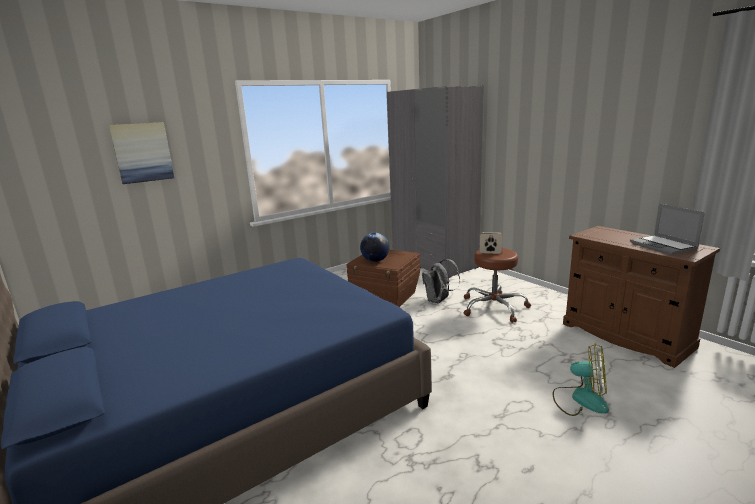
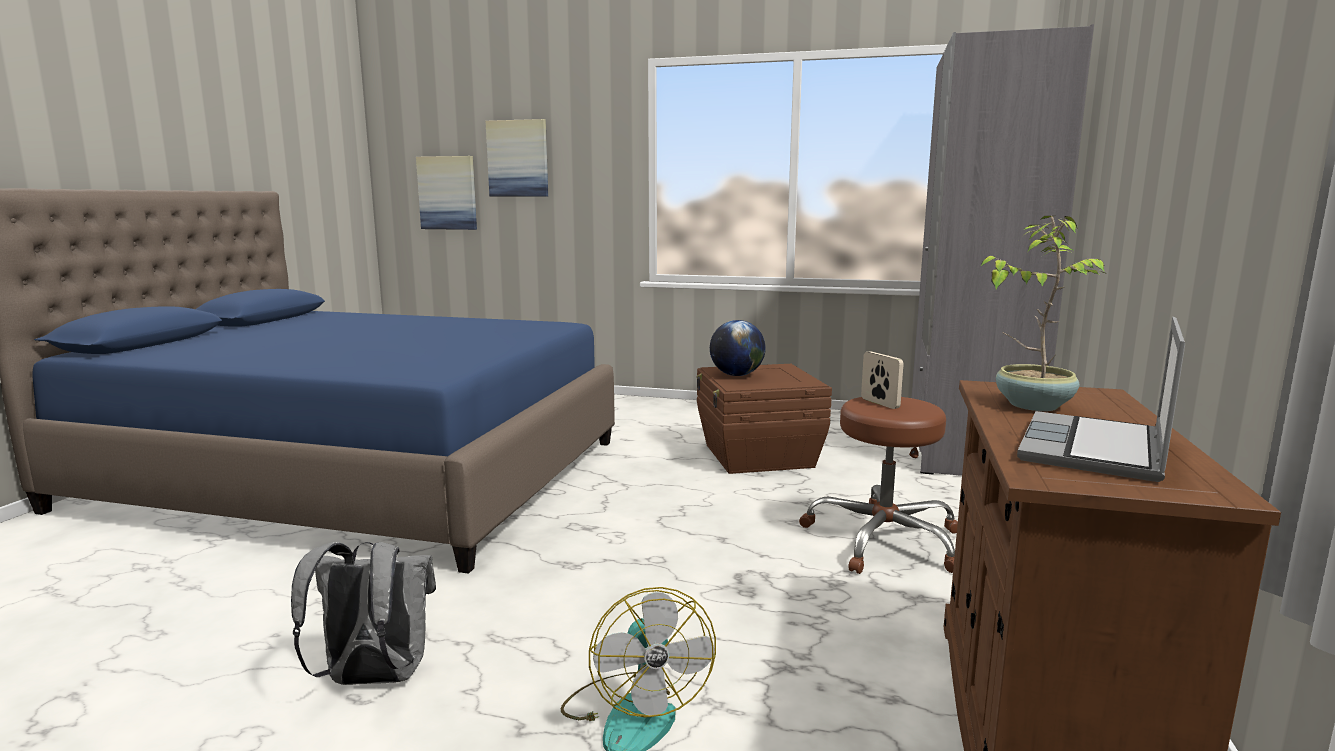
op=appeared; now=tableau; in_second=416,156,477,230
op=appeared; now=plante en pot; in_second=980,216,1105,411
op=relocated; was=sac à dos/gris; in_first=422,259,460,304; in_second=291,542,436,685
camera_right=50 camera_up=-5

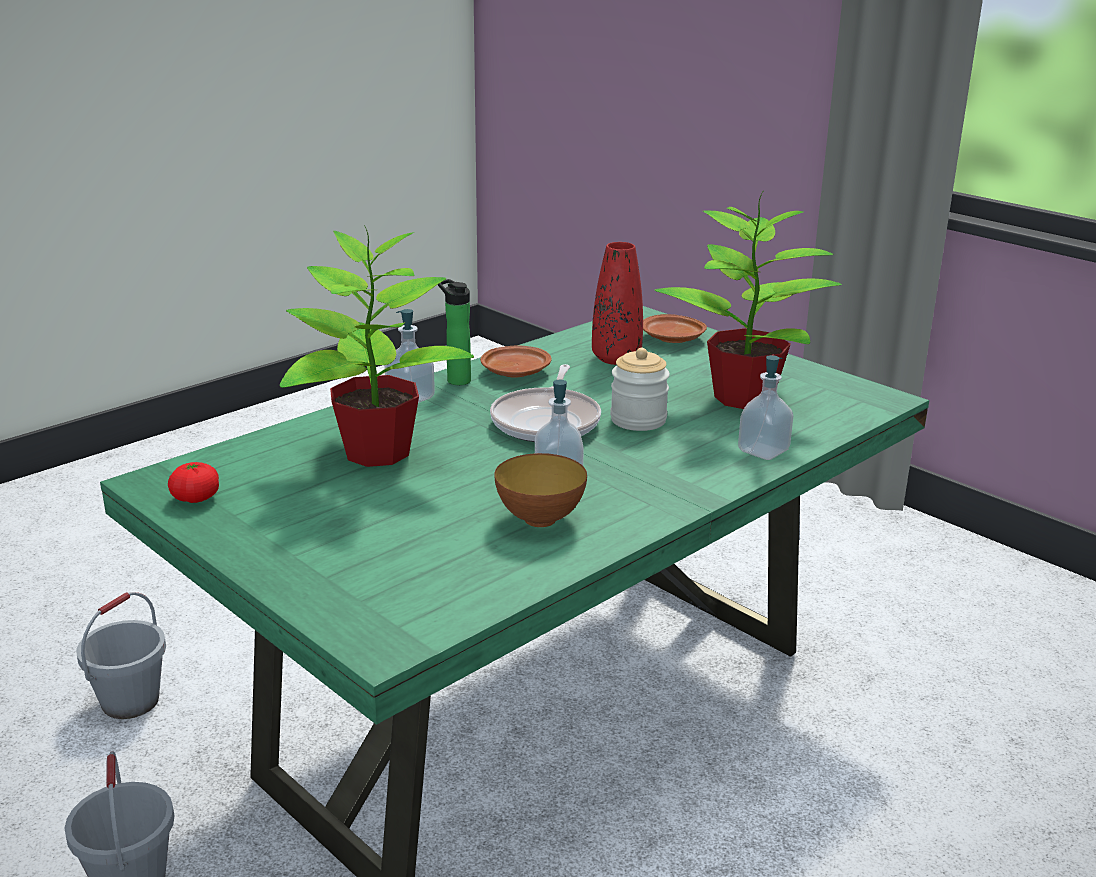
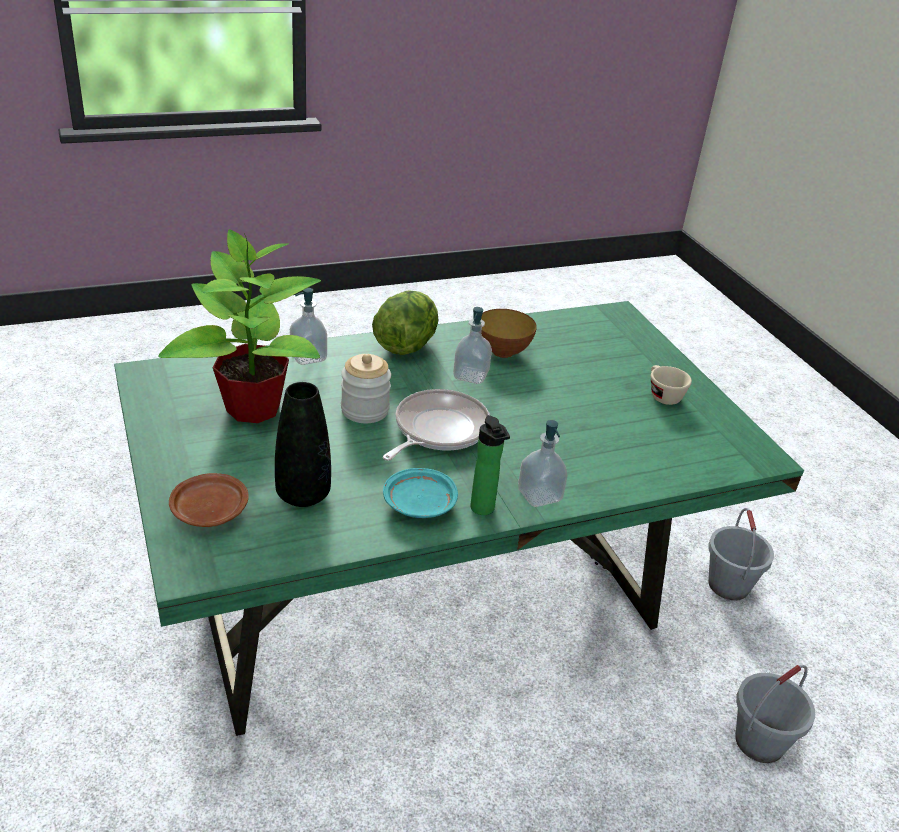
op=missing; was=tomate; in_first=168,462,219,503
op=missing; was=plante en pot; in_first=280,225,474,467
op=appeared; now=laitue; in_second=372,290,438,355
op=appeared; now=tasse/beige; in_second=651,365,692,405
op=colour; was=assiette/marron; now=assiette/turquoise; in_first=480,346,551,378; in_second=383,468,458,518
op=colour; was=vase/rouge; now=vase/noir; in_first=592,242,643,365; in_second=275,382,331,507
camera_right=-160 camera_up=10

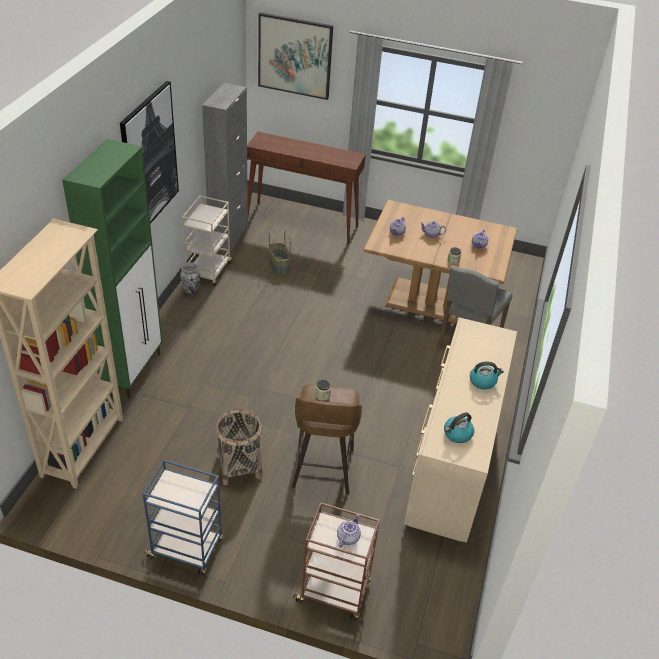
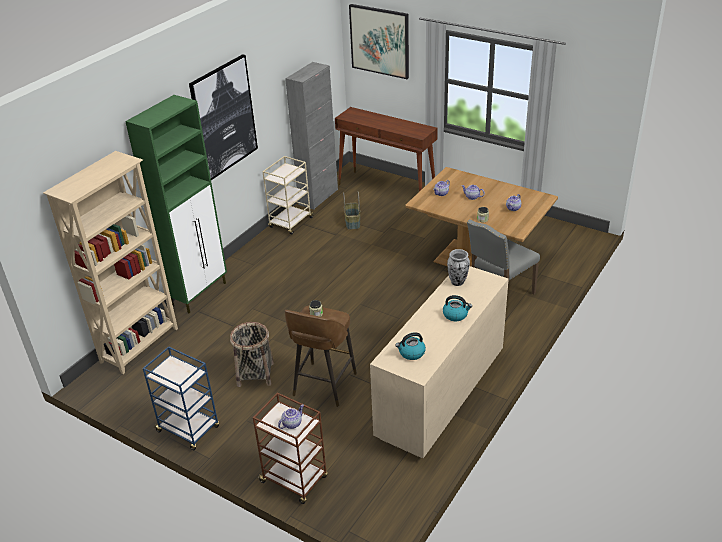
op=relocated; was=vase; in_first=180,262,200,295; in_second=447,249,470,286
camera_right=20 camera_up=-5

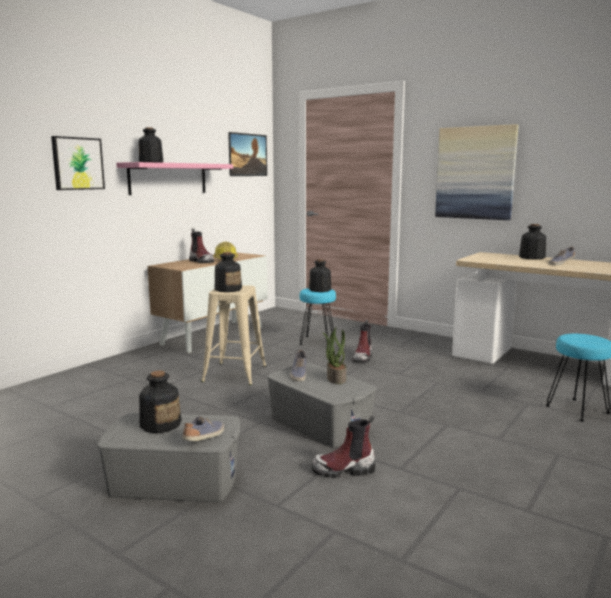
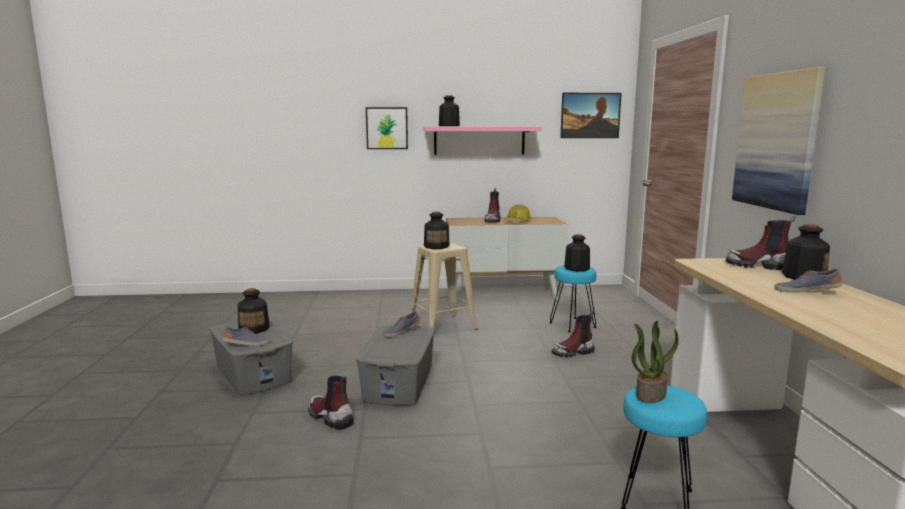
op=appeared; now=botte; in_second=726,216,796,270
op=relocated; was=plante en pot; in_first=323,327,346,384; in_second=632,321,679,403
camera_right=50 camera_up=0

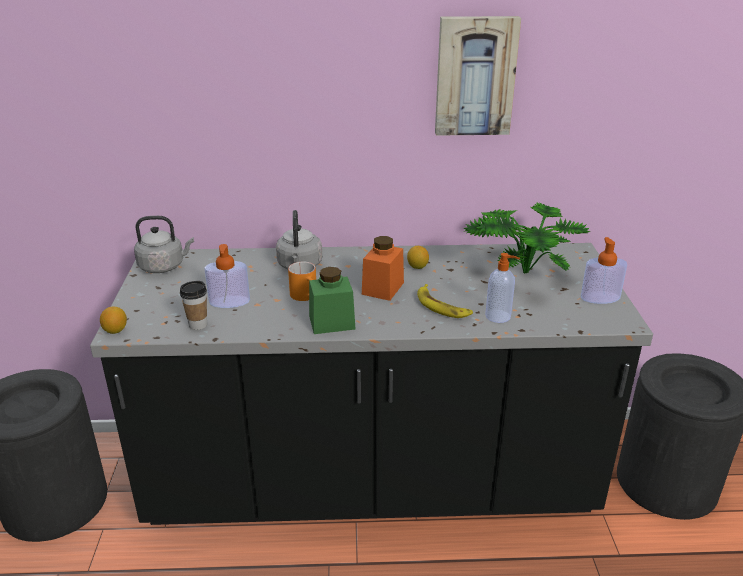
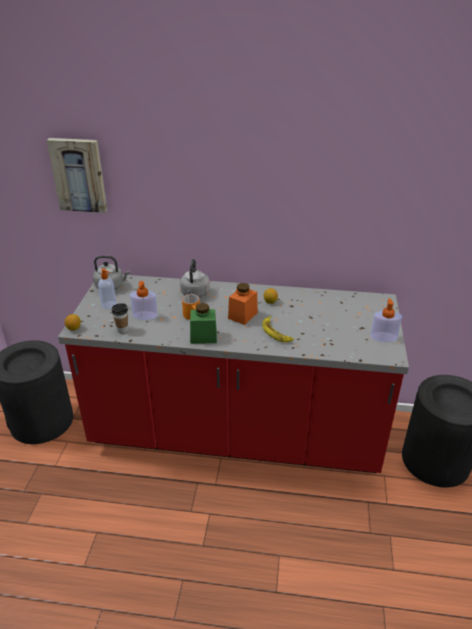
op=missing; was=plante en pot; in_first=463,202,590,274
op=relocated; was=tableau; in_first=435,16,521,136; in_second=46,138,107,213
op=relocated; was=distributeur de savon; in_first=485,253,520,323; in_second=98,269,117,309
op=colour; was=comptoir de cuisine/noir; now=comptoir de cuisine/rouge; in_first=90,243,653,525; in_second=58,275,409,473
camera_right=10 camera_up=5

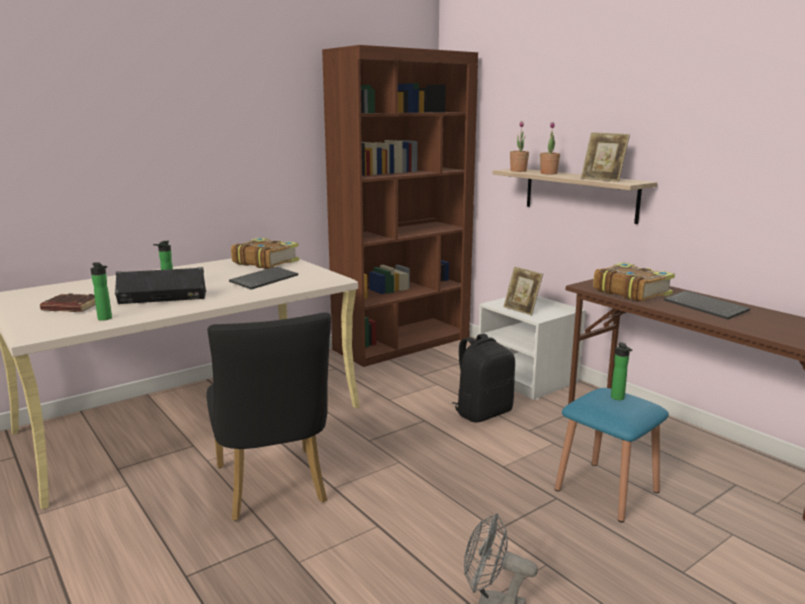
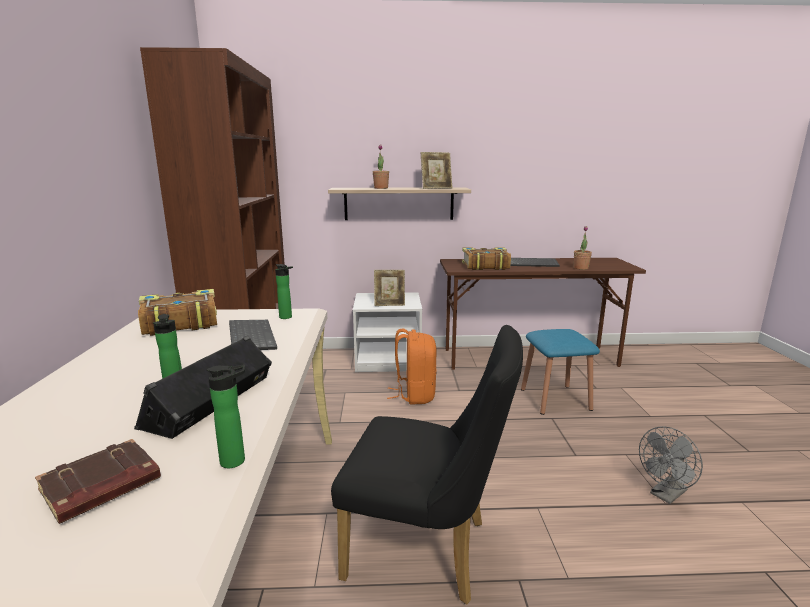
op=relocated; was=plante en pot; in_first=510,121,529,172; in_second=574,226,592,270
op=relocated; was=bouteille; in_first=611,342,632,400; in_second=275,264,293,319
op=colour; was=sac à dos/noir; now=sac à dos/orange; in_first=452,333,515,423; in_second=387,329,437,404
camera_right=-55 camera_up=0

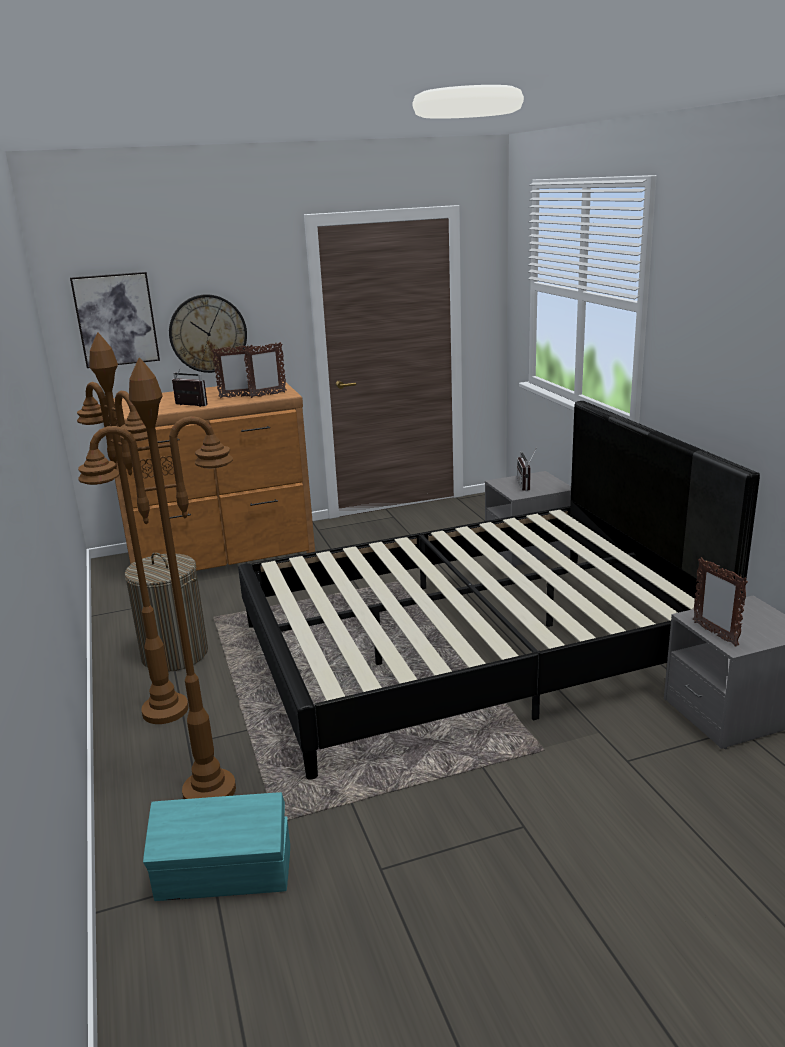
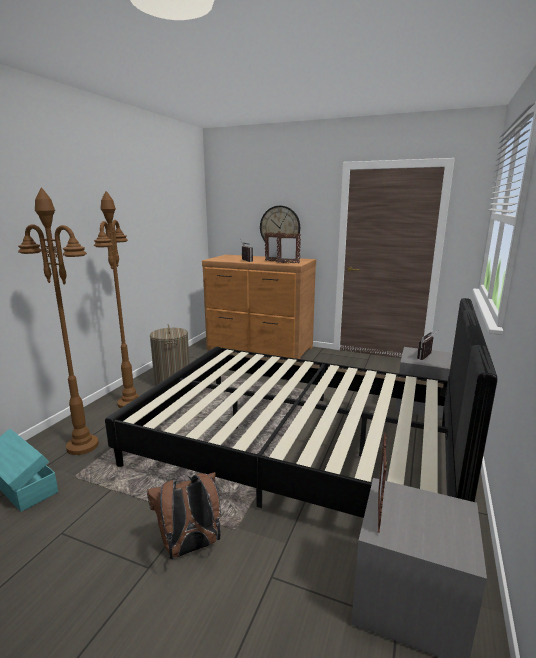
op=missing; was=tableau; in_first=70,272,160,368
op=appeared; now=sac à dos/marron; in_second=147,472,221,559
camera_right=40 camera_up=-5

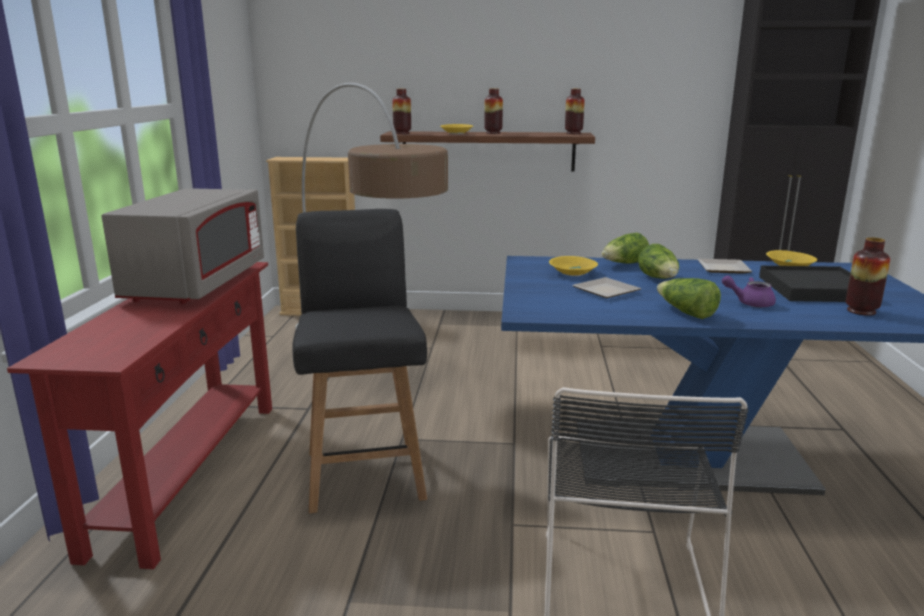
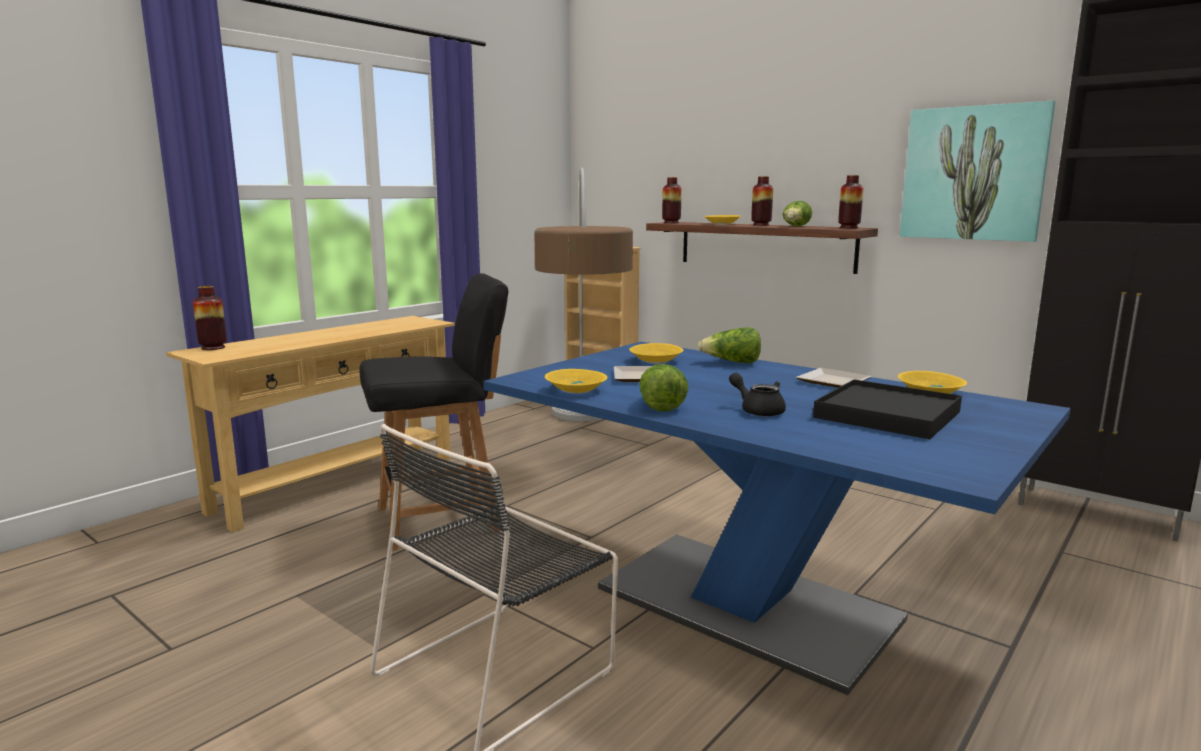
op=missing; was=micro-ondes/gris; in_first=102,188,264,304
op=appeared; now=bol/jaune; in_second=545,369,608,394
op=appeared; now=tableau; in_second=899,101,1055,242
op=relocated; was=laitue; in_first=638,244,679,279; in_second=783,201,812,226
op=relocated; was=vase; in_first=846,237,890,316; in_second=193,286,227,350
op=colour; was=table console/rouge; now=table console/beige; in_first=7,262,272,569; in_second=166,316,455,532
op=colour; was=théière/violet; now=théière/noir; in_first=722,275,776,308; in_second=729,373,786,417
op=spun; was=chaise/noir; in_first=292,209,427,513; in_second=360,273,508,551; clockwise=45
camera_right=35 camera_up=-5

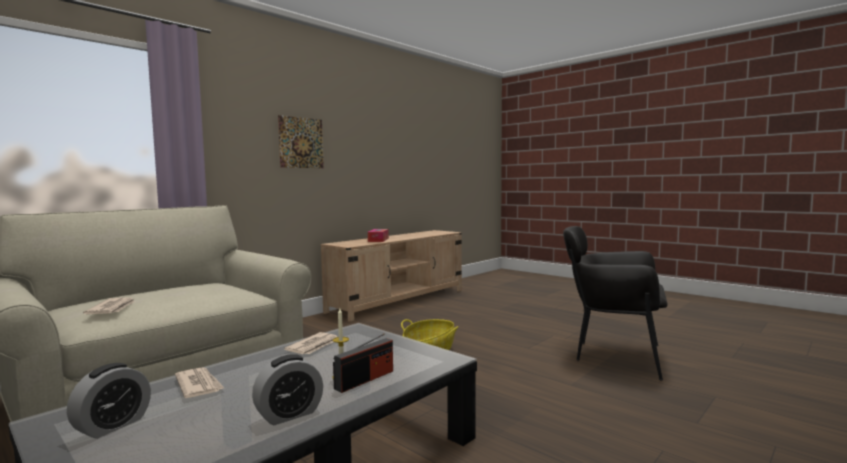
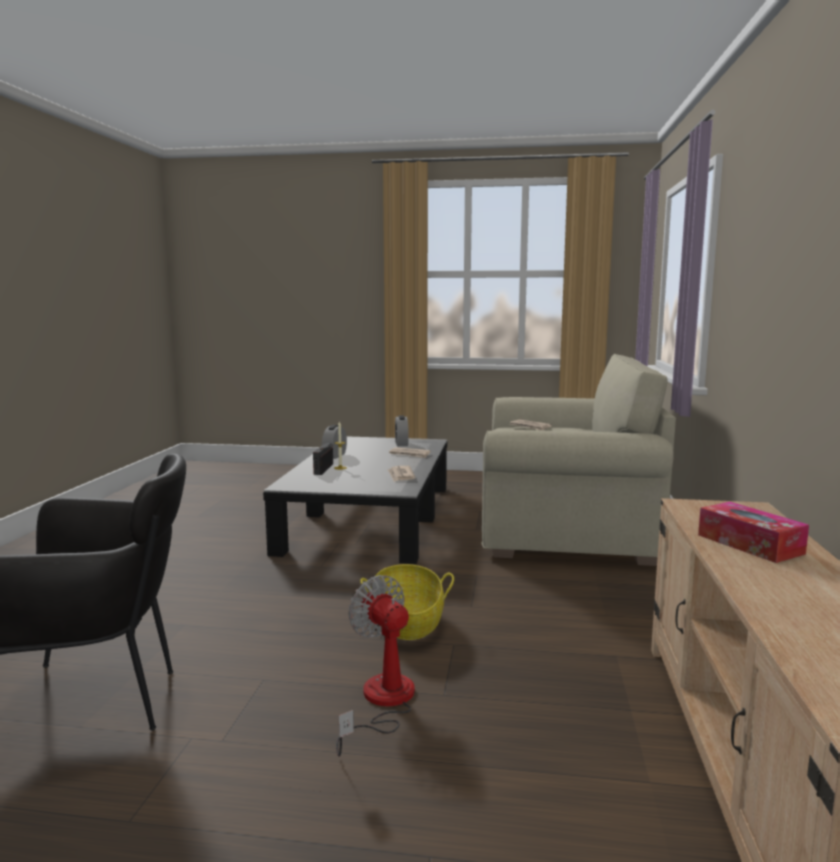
op=missing; was=tableau; in_first=278,115,324,168
op=appeared; now=ventilateur; in_second=336,575,415,757
camera_right=145 camera_up=5

